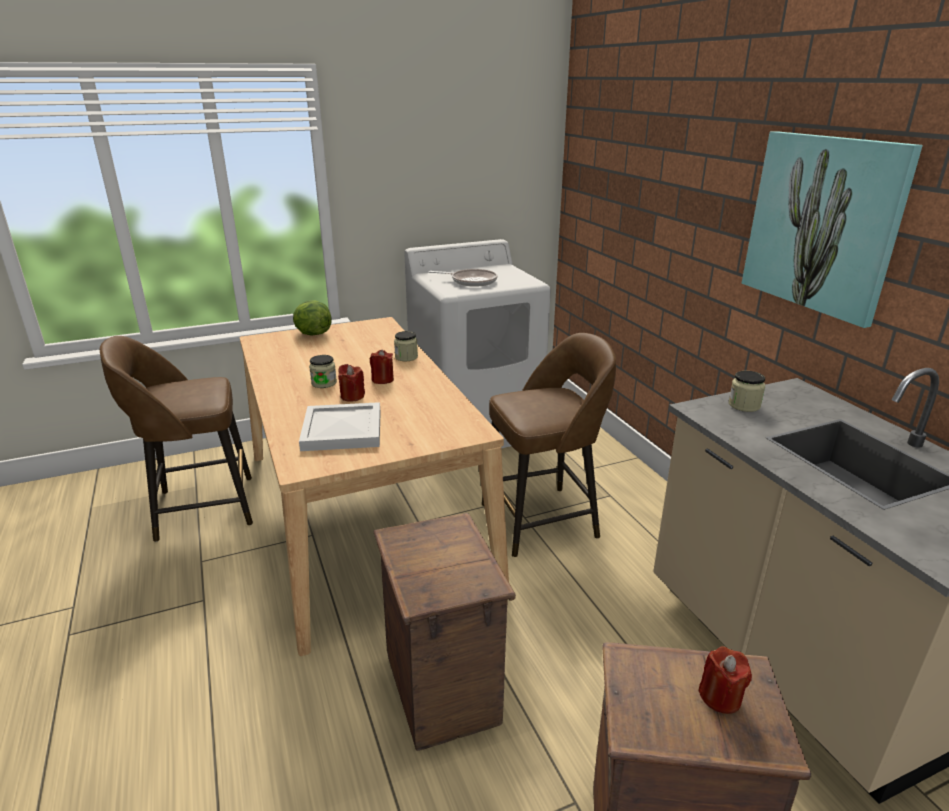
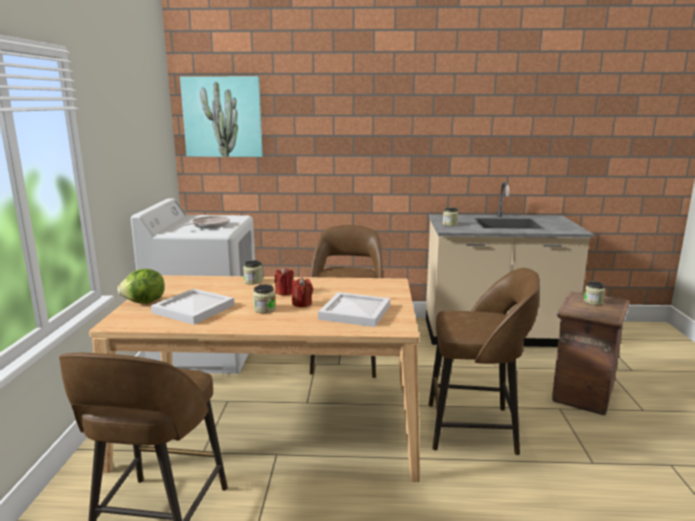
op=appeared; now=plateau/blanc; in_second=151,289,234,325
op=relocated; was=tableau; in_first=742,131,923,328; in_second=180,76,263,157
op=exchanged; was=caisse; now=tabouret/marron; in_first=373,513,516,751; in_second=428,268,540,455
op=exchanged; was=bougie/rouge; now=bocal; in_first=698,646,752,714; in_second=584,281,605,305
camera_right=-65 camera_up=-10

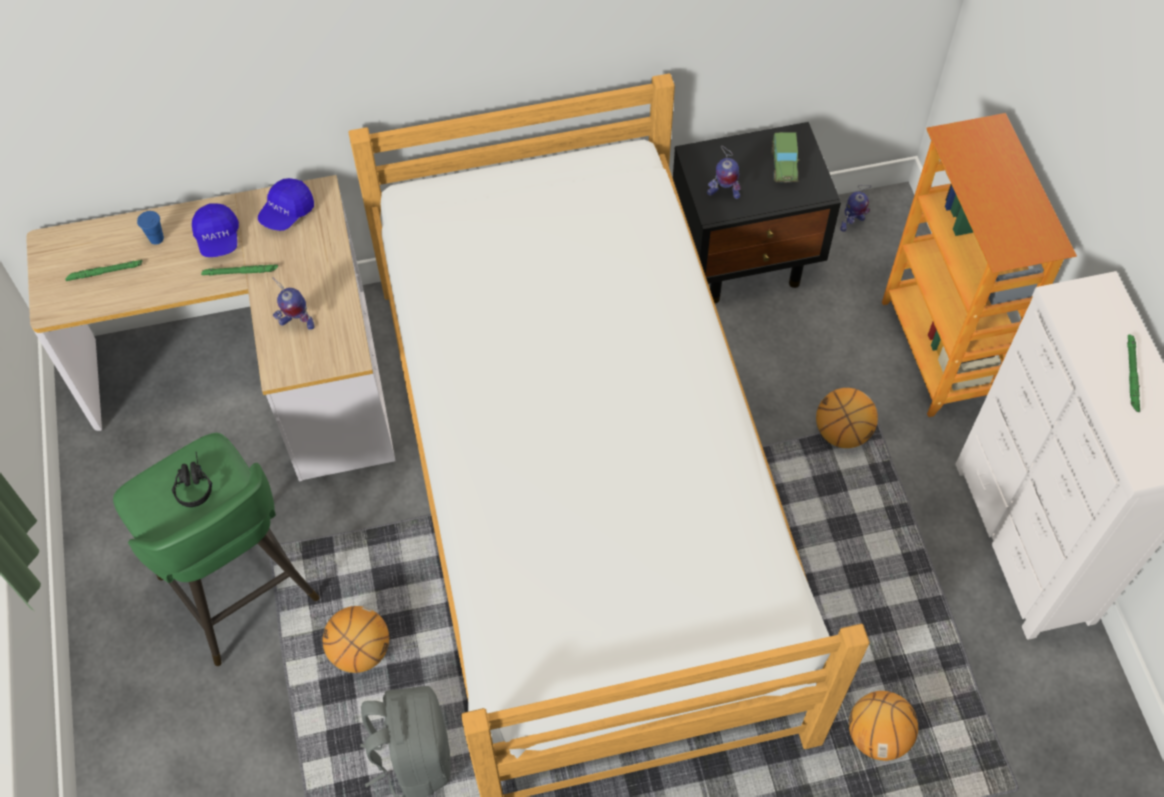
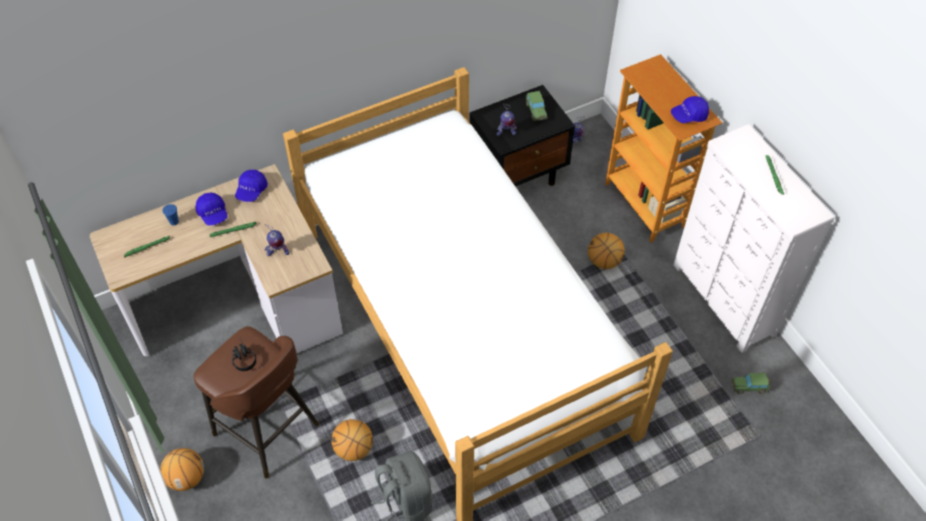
op=appeared; now=casquette/bleu; in_second=671,96,709,123
op=appeared; now=petite voiture; in_second=732,373,771,394
op=relocated; was=ballon de basket; in_first=849,691,918,761; in_second=160,448,204,491
op=colour; was=tabouret/vert; now=tabouret/marron; in_first=113,433,320,666; in_second=193,326,319,479
camera_right=-15 camera_up=-5

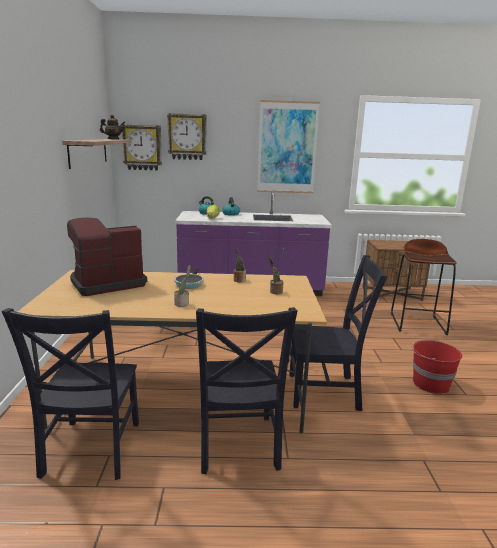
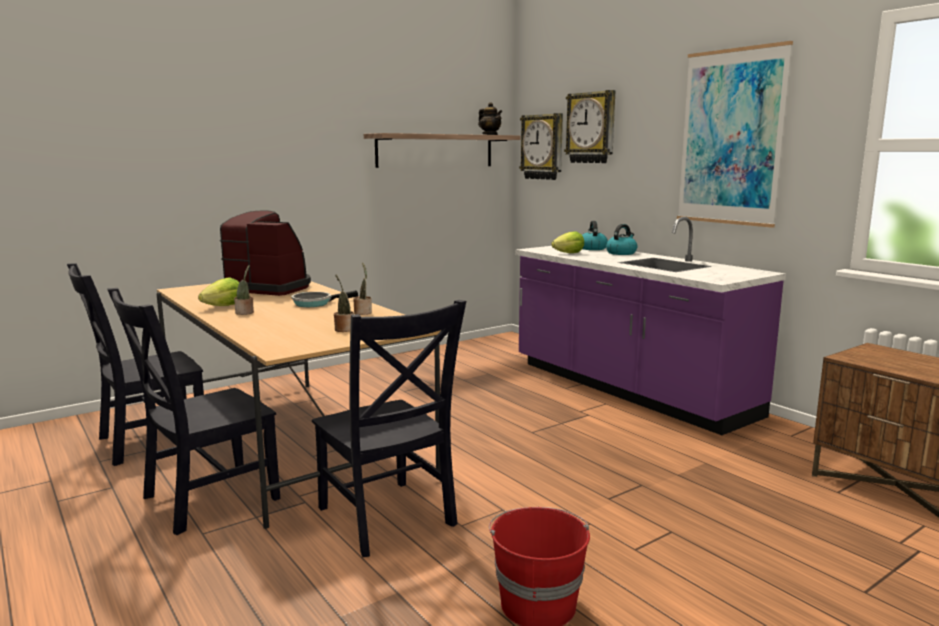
op=missing; was=tabouret/marron; in_first=391,239,457,335
op=appeared; now=laitue; in_second=198,277,239,306
camera_right=55 camera_up=-5

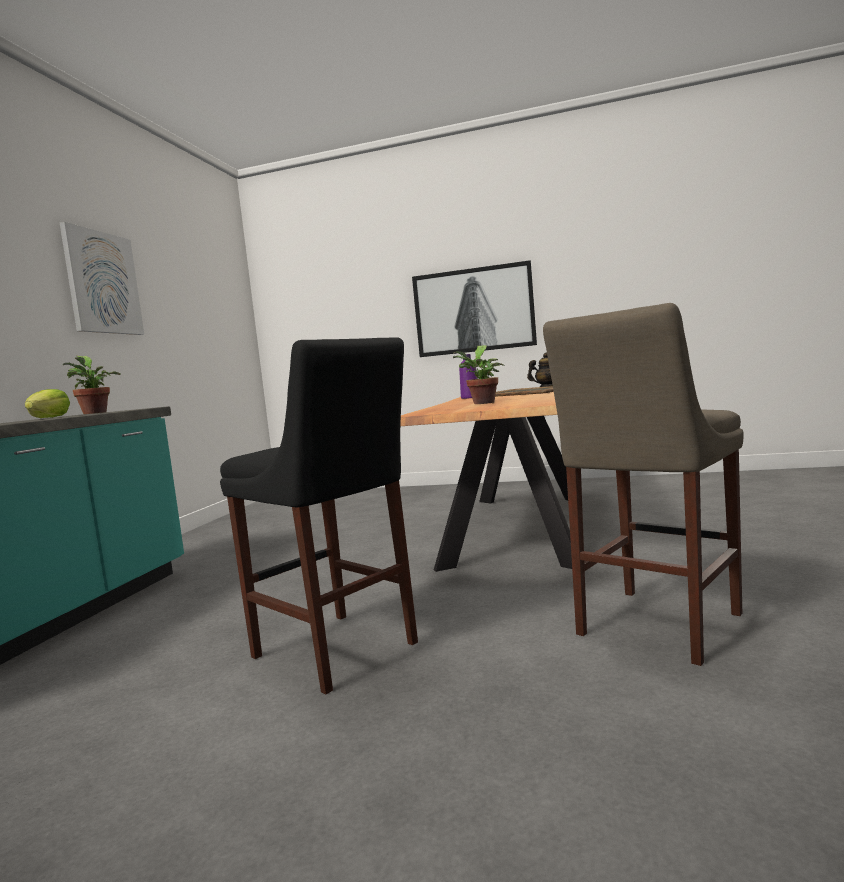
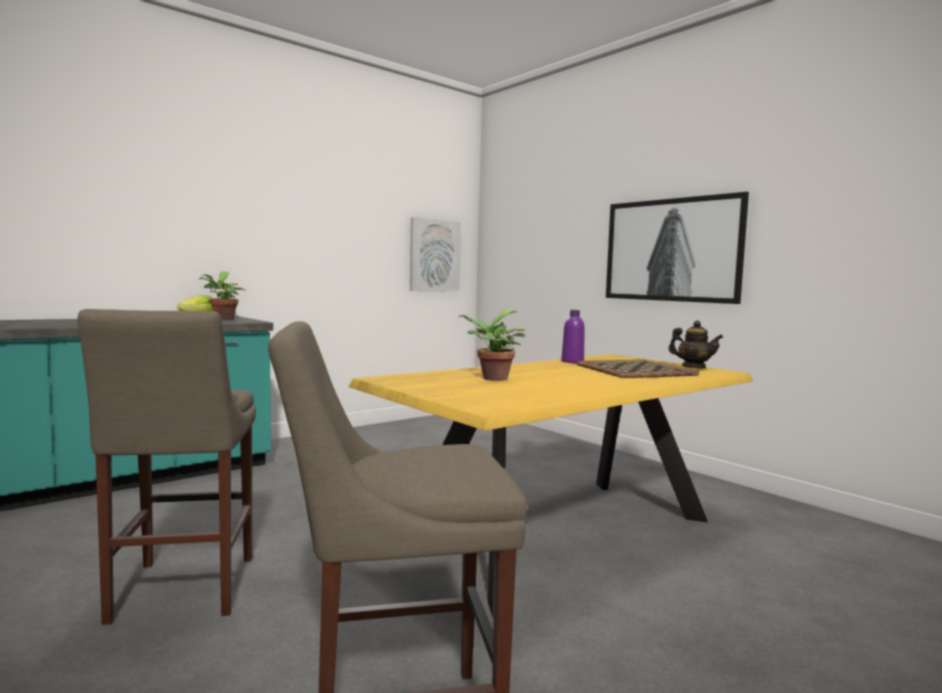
op=relocated; was=tableau; in_first=60,222,144,335; in_second=410,217,461,292
op=colour; was=tabouret/noir; now=tabouret/beige; in_first=220,337,418,694; in_second=77,309,256,625
op=colour; was=table à manger/marron; now=table à manger/jaune; in_first=400,392,572,572; in_second=348,354,753,618
camera_right=35 camera_up=0

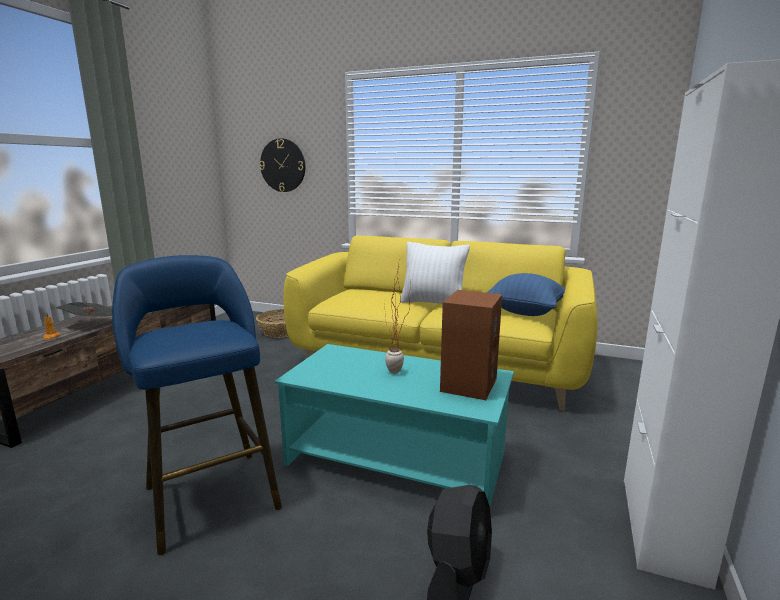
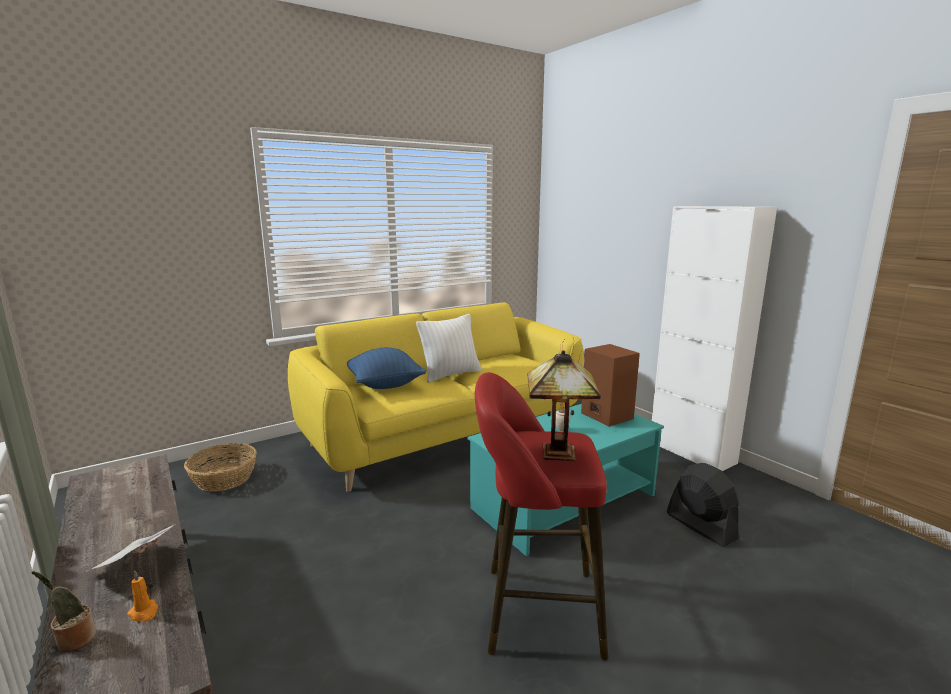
op=missing; was=horloge murale; in_first=259,138,305,192
op=appeared; now=plante en pot; in_second=32,571,96,652
op=appeared; now=lampe de table; in_second=528,350,601,461
op=relocated; was=coussin/bleu; in_first=486,273,565,316; in_second=347,348,426,389
op=colour; was=tabouret/bleu; now=tabouret/rouge; in_first=112,255,282,555; in_second=475,372,608,660
camera_right=-55 camera_up=0

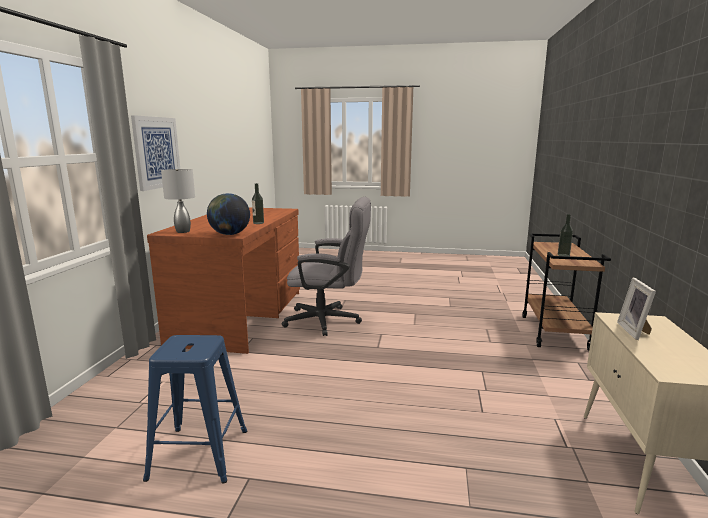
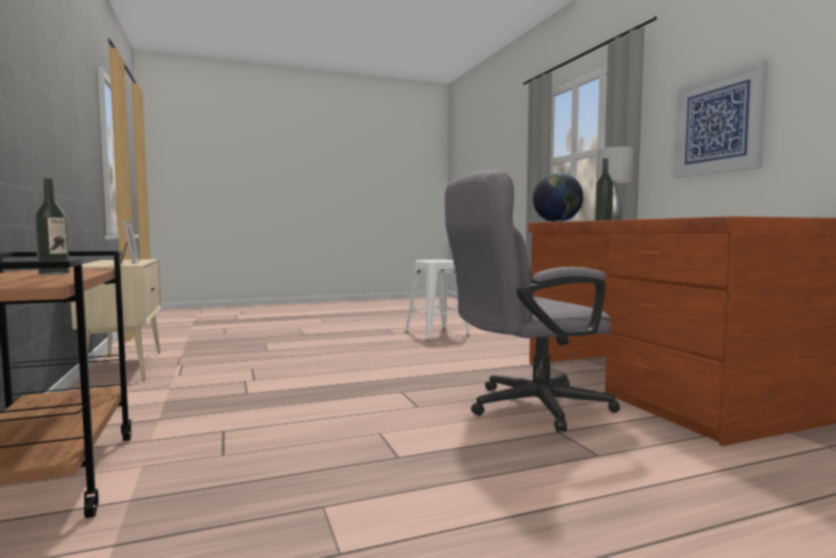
op=colour; was=tabouret/bleu; now=tabouret/blanc; in_first=143,335,247,483; in_second=405,259,470,341
camera_right=150 camera_up=-10

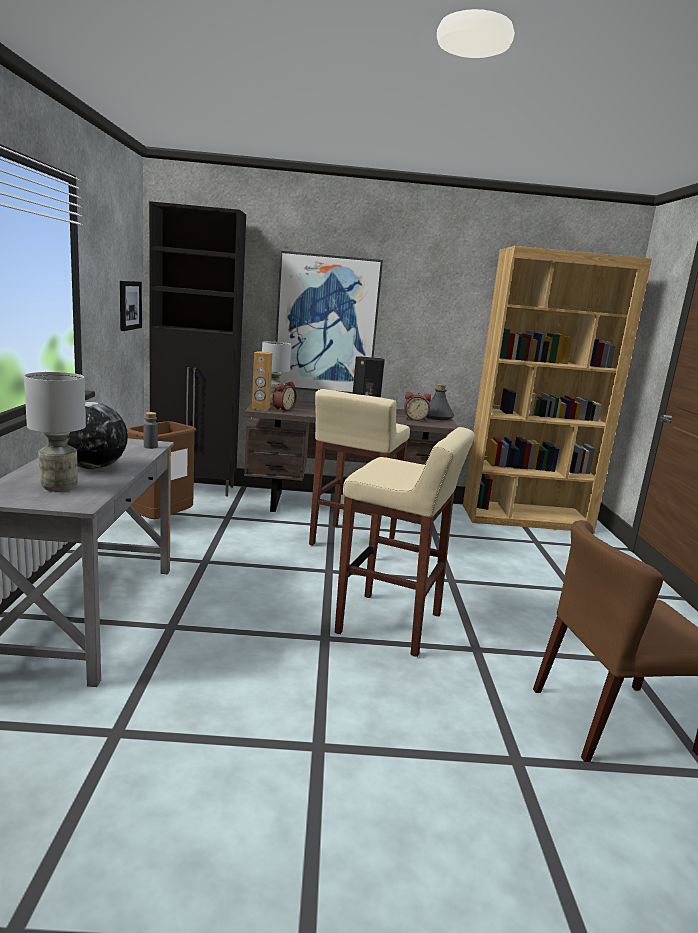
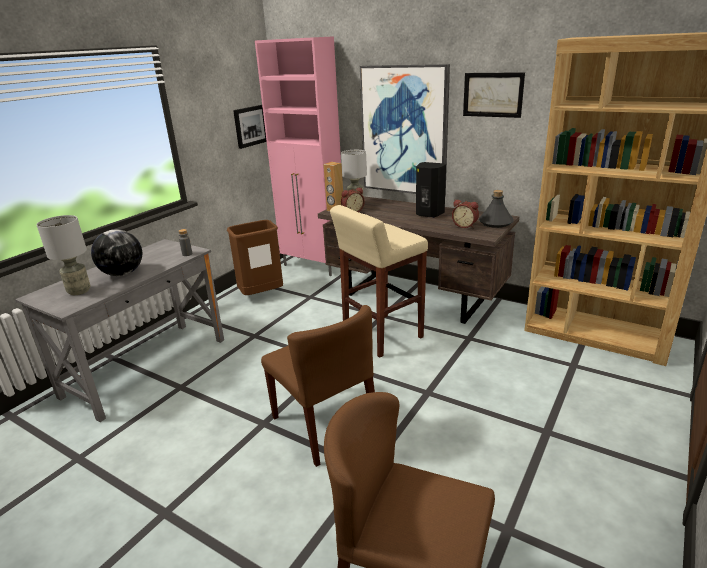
op=appeared; now=tableau; in_second=463,72,525,118
op=exchanged; was=tabouret/beige; now=chaise/marron; in_first=335,427,475,657; in_second=261,305,375,467
op=colour; was=meuble de rangement/noir; now=meuble de rangement/rose; in_first=149,201,246,496; in_second=255,36,341,276
camera_right=35 camera_up=10

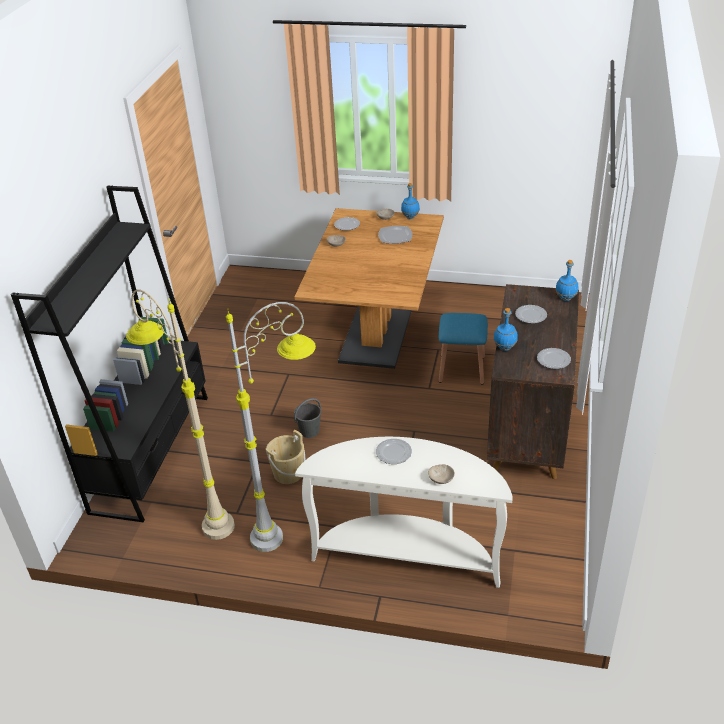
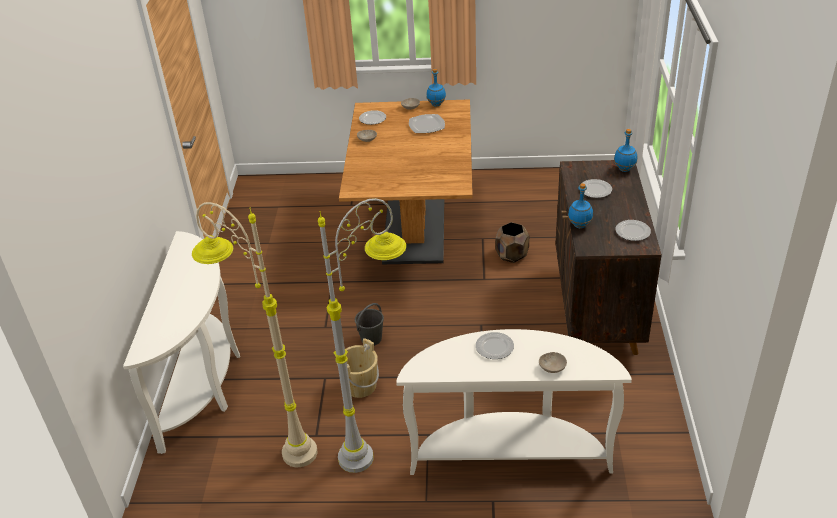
op=exchanged; was=bibliothèque/noir; now=table console/blanc; in_first=11,185,208,522; in_second=123,231,240,454
op=exchanged; was=tabouret/bleu; now=cache-pot/marron; in_first=439,313,488,385; in_second=495,222,529,263
camera_right=-10 camera_up=0

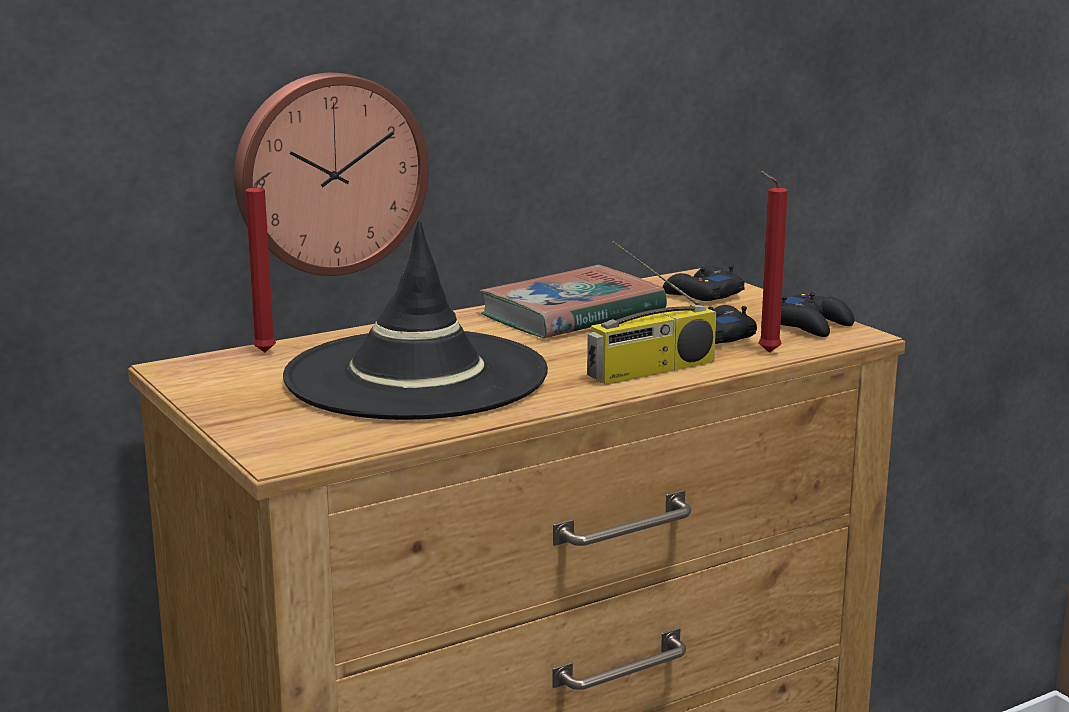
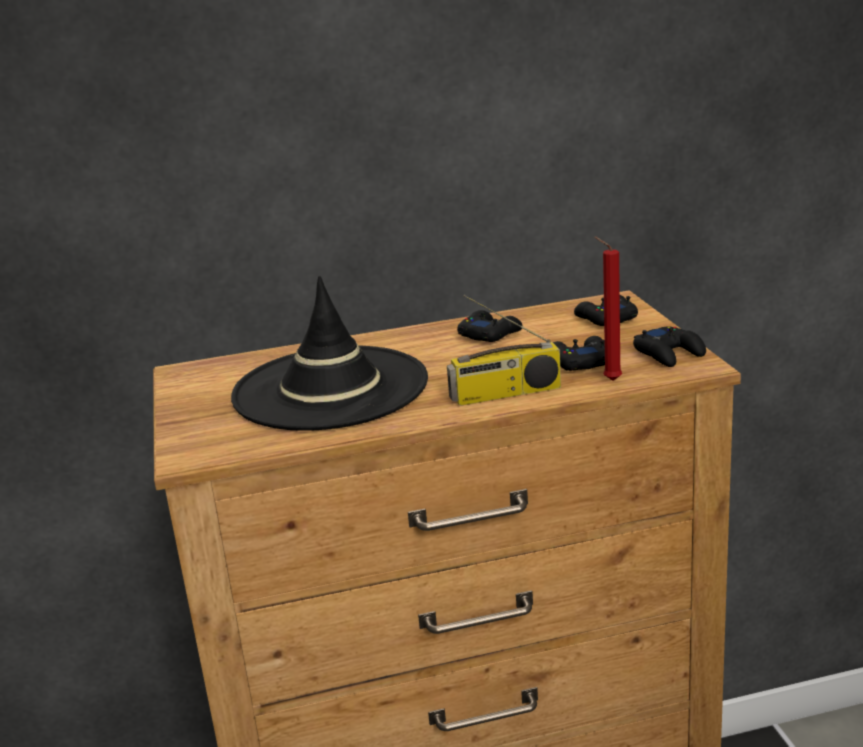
op=missing; was=horloge murale; in_first=234,73,429,276
op=missing; was=bougie/rouge; in_first=245,172,276,352
op=exchanged; was=livre; now=manette/noir; in_first=480,265,667,338; in_second=457,310,523,342
camera_right=20 camera_up=5

